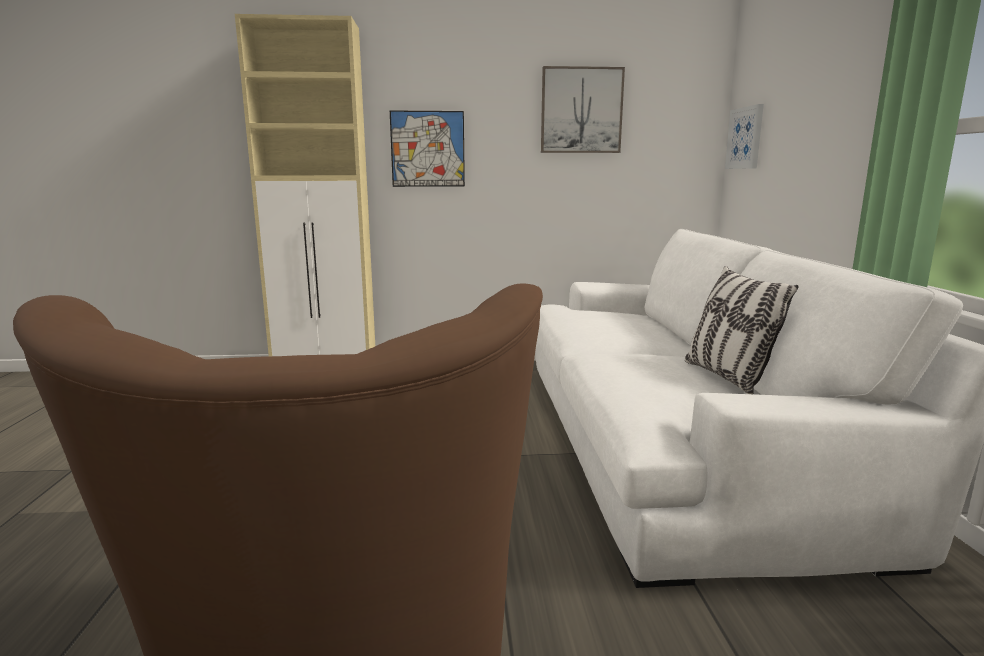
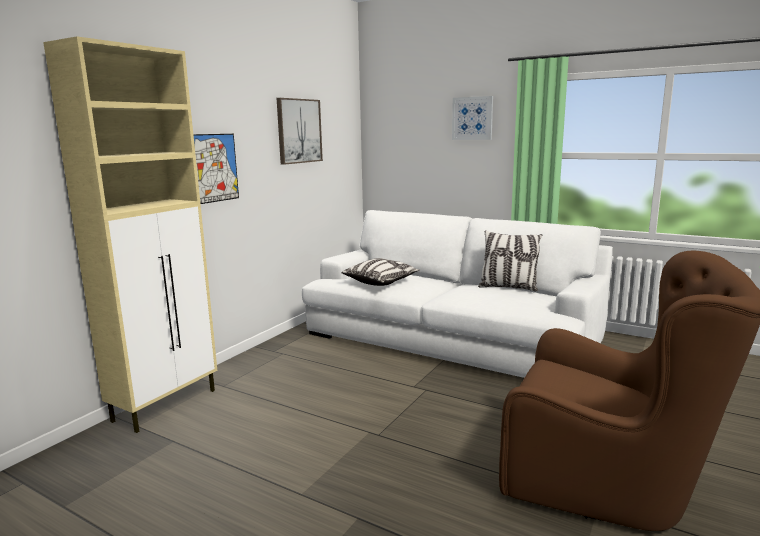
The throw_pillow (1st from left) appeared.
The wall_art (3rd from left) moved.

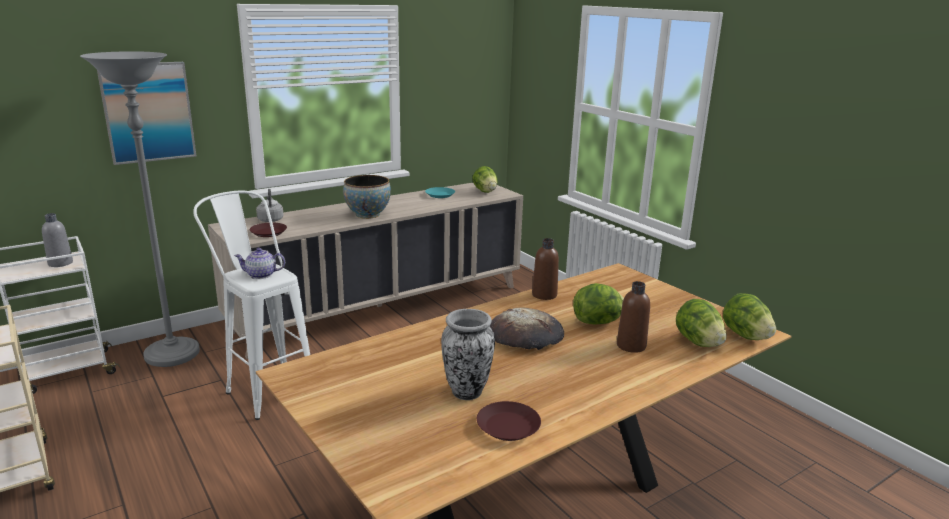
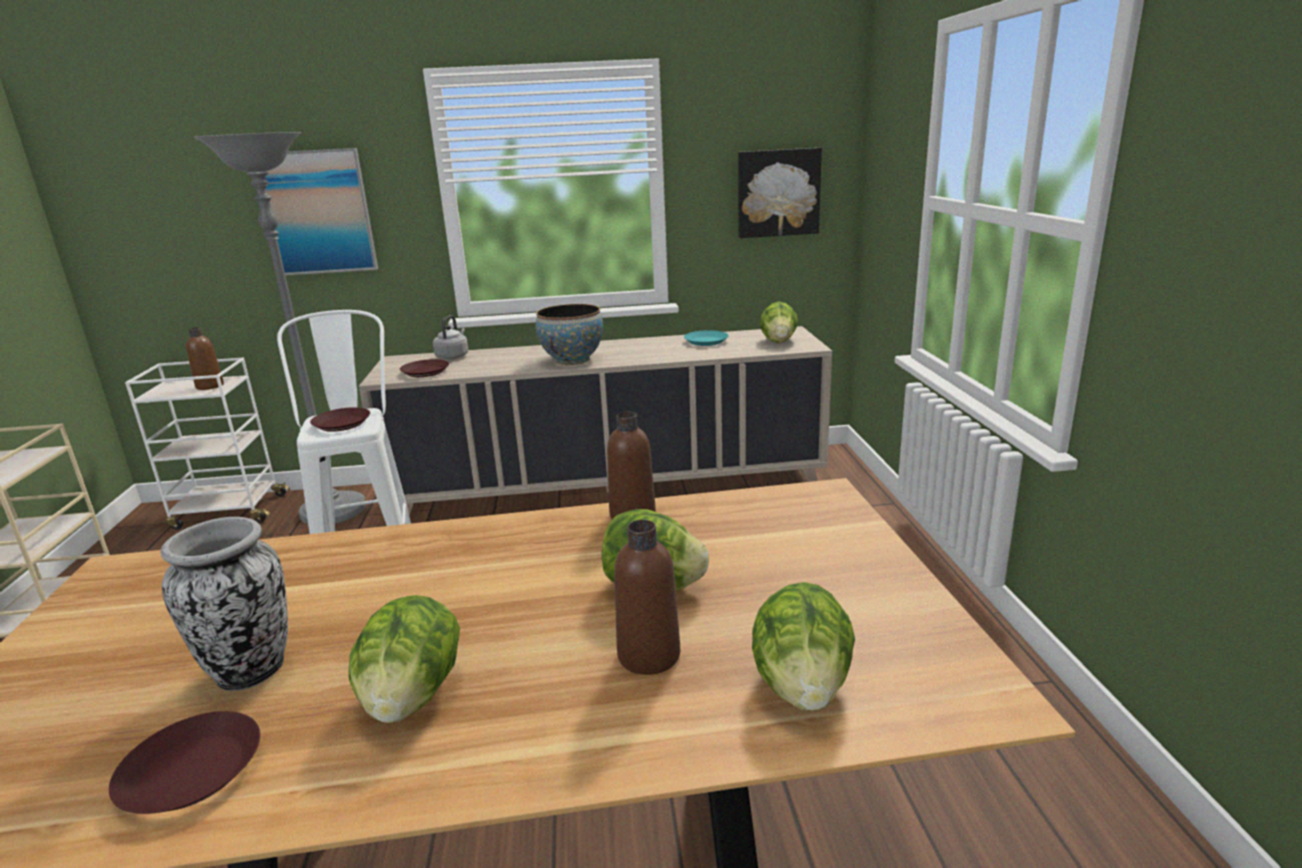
The bakery_bread disappeared.
The wall_art (2nd from left) appeared.
The lettuce_head (4th from left in the first image) moved.
The pot_for_tea was replaced by the brownish_dinner_plate (2nd from left).
The gray_drink_bottle became the brownish_drink_bottle (1st from left).

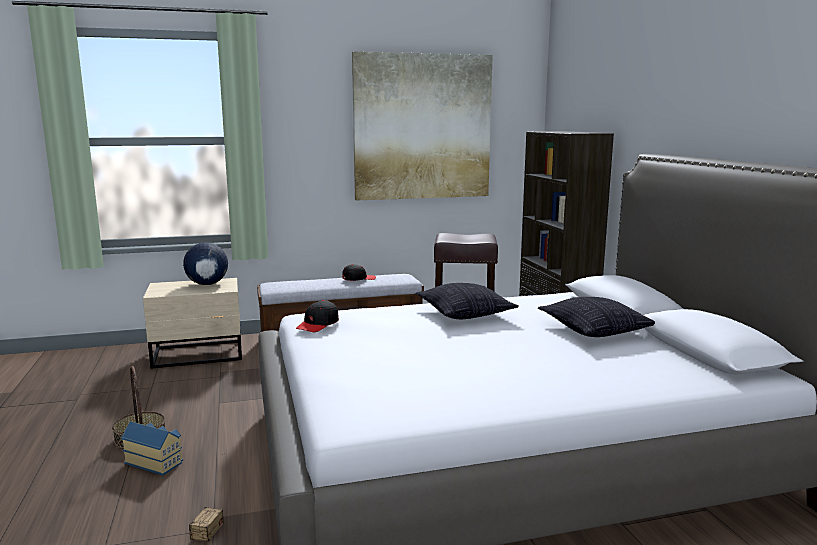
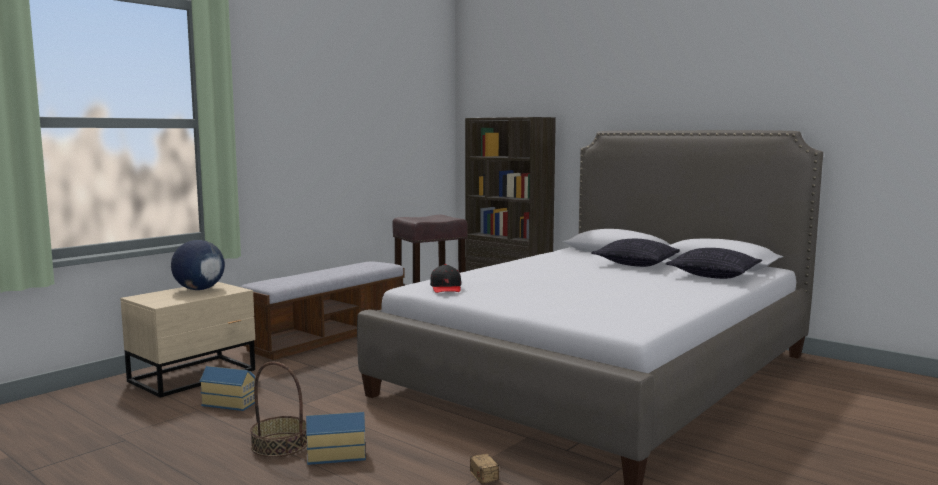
The blackish_cap (2nd from left) disappeared.
The wall_art disappeared.
The toy_house (1st from left) appeared.
The throw_pillow (1st from left in the first image) moved.

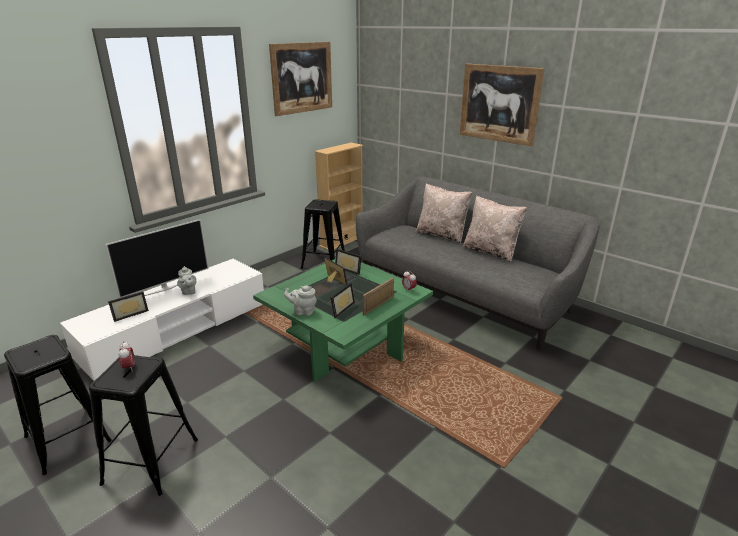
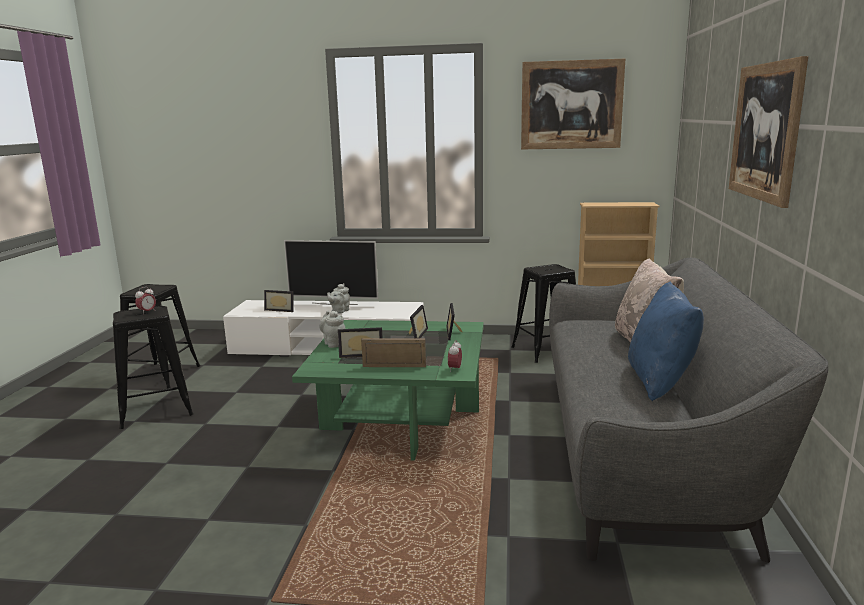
The beige_throw_pillow (2nd from left) became the blue-coloured_throw_pillow.

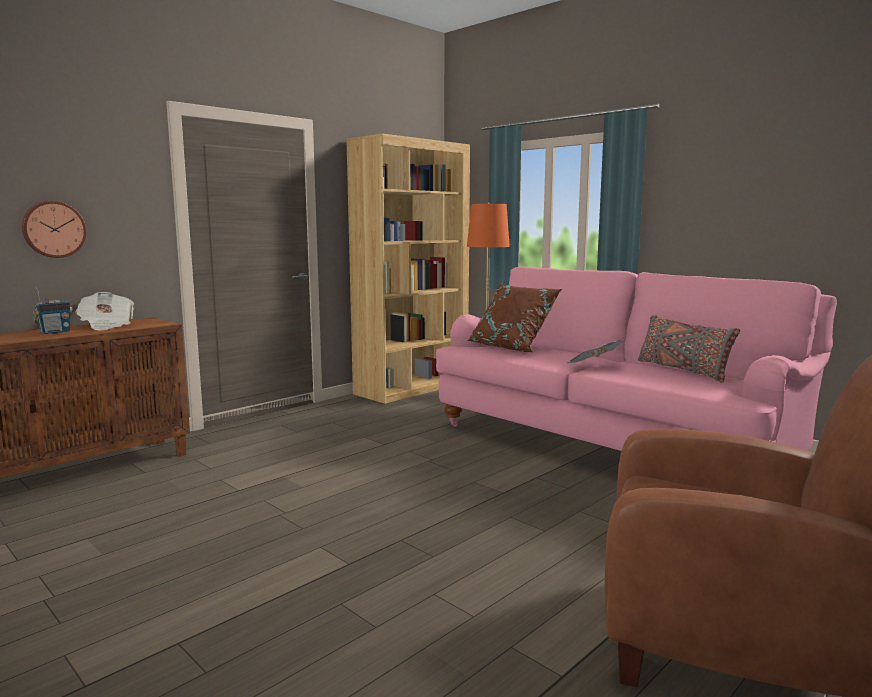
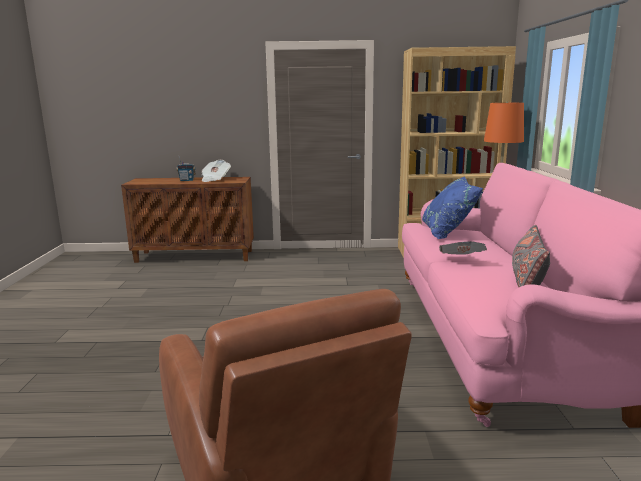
The hanging_clock disappeared.
The brownish_throw_pillow became the blue-coloured_throw_pillow.

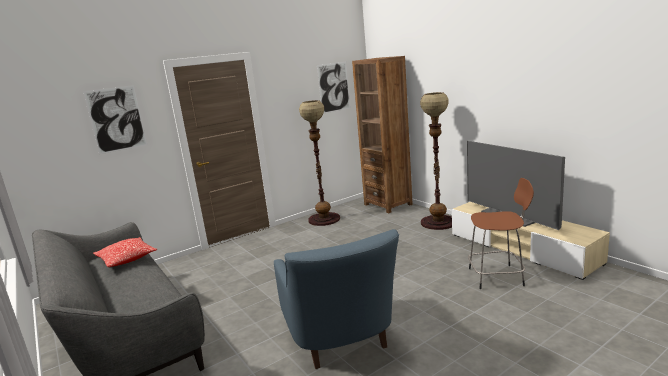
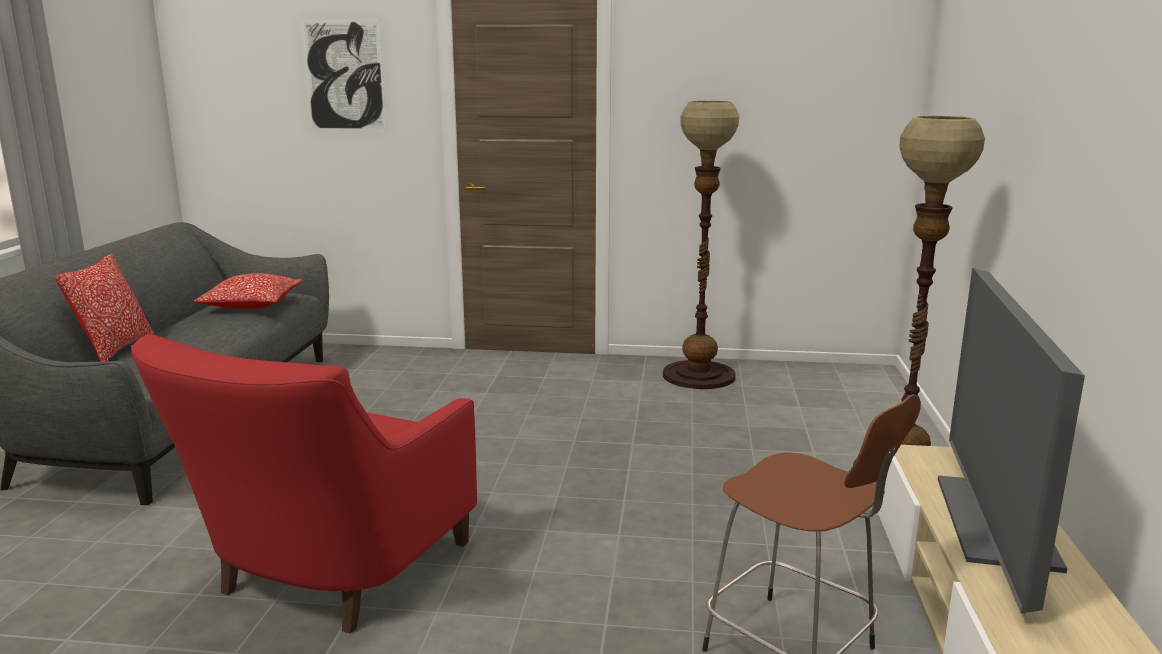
The wall_art (2nd from left) disappeared.
The brownish_bookshelf disappeared.
The throw_pillow (1st from left) appeared.
The blue-coloured_easy_chair became the red-coloured_easy_chair.

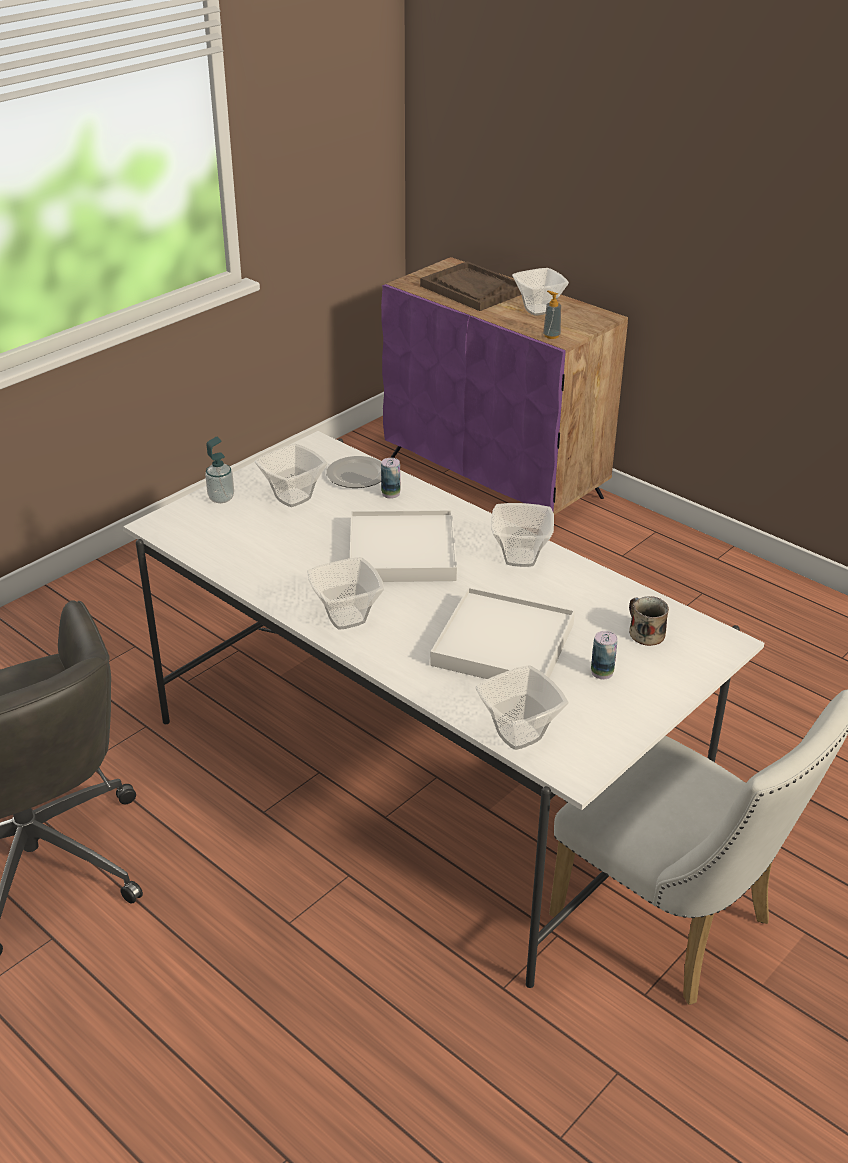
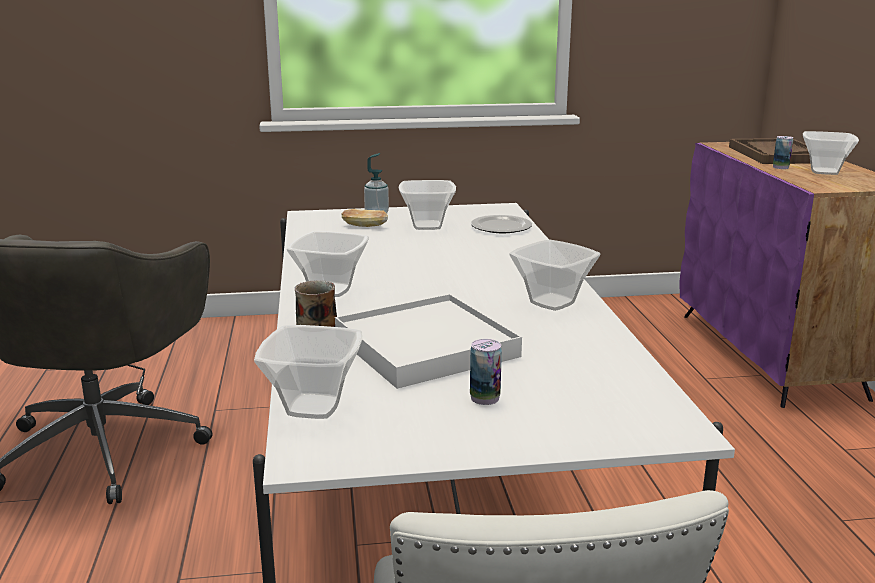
The whitish_carrying_tray (1st from left) disappeared.
The soap_bottle (2nd from left) disappeared.
The bakery_bread appeared.
The can (1st from left in the first image) moved.
The mug moved.

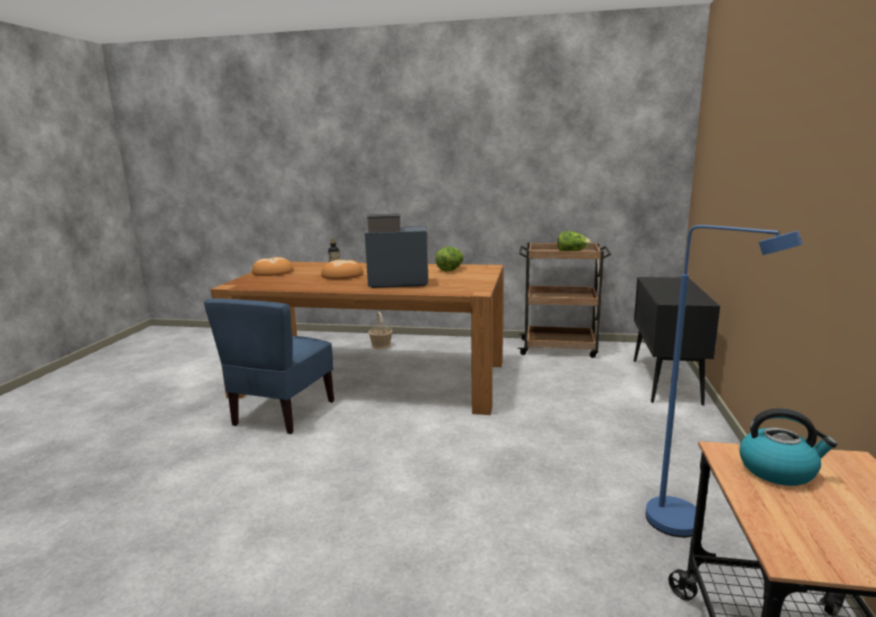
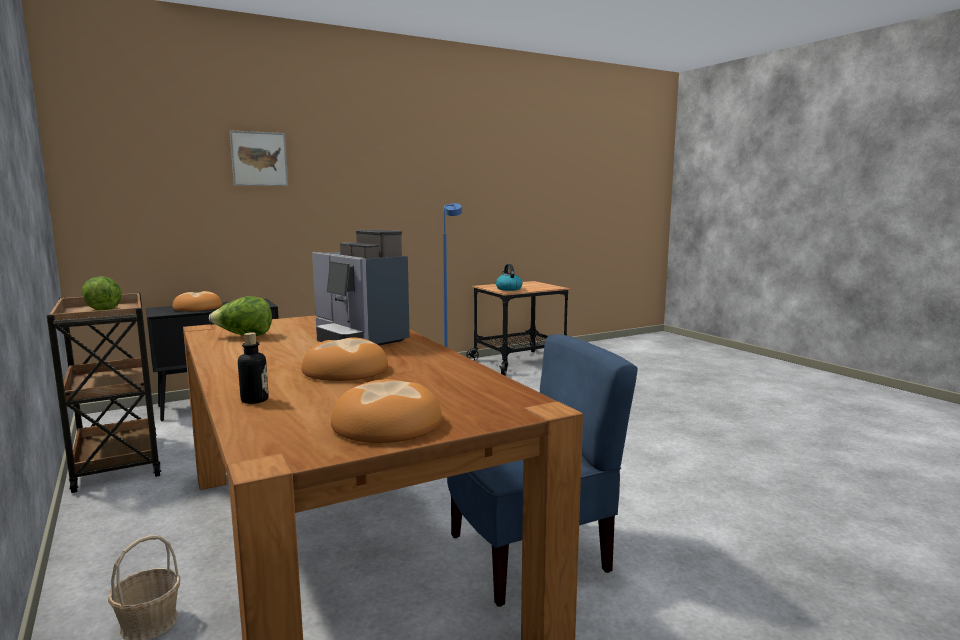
The bakery_bread (1st from left) appeared.
The wall_art appeared.

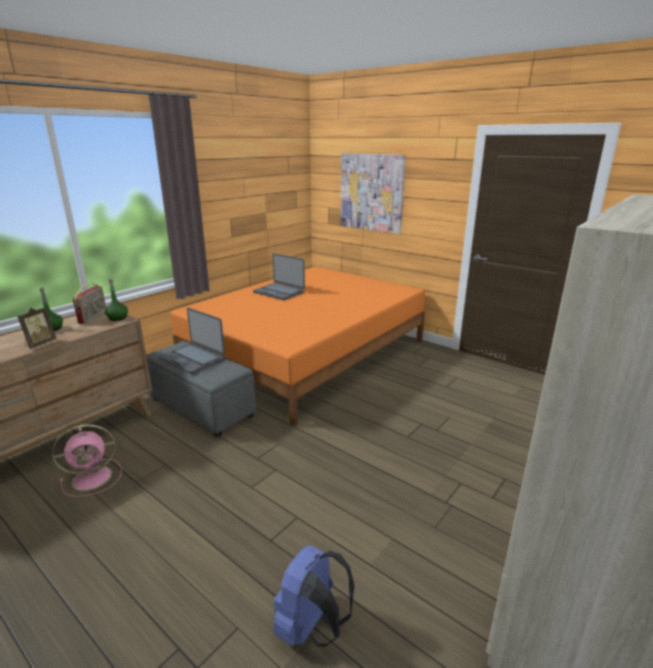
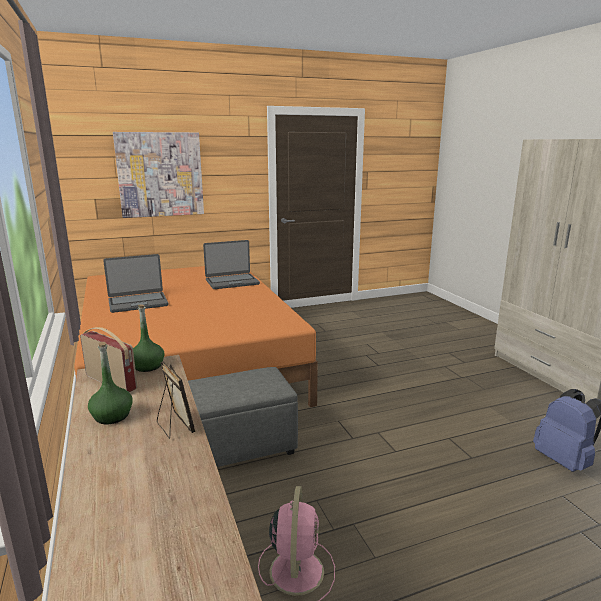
The portable_computer (1st from left in the first image) moved.

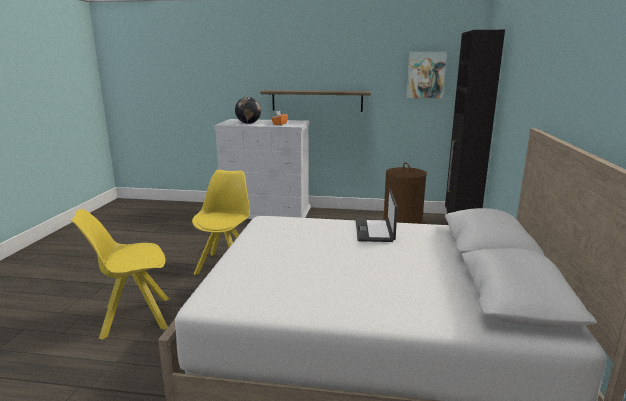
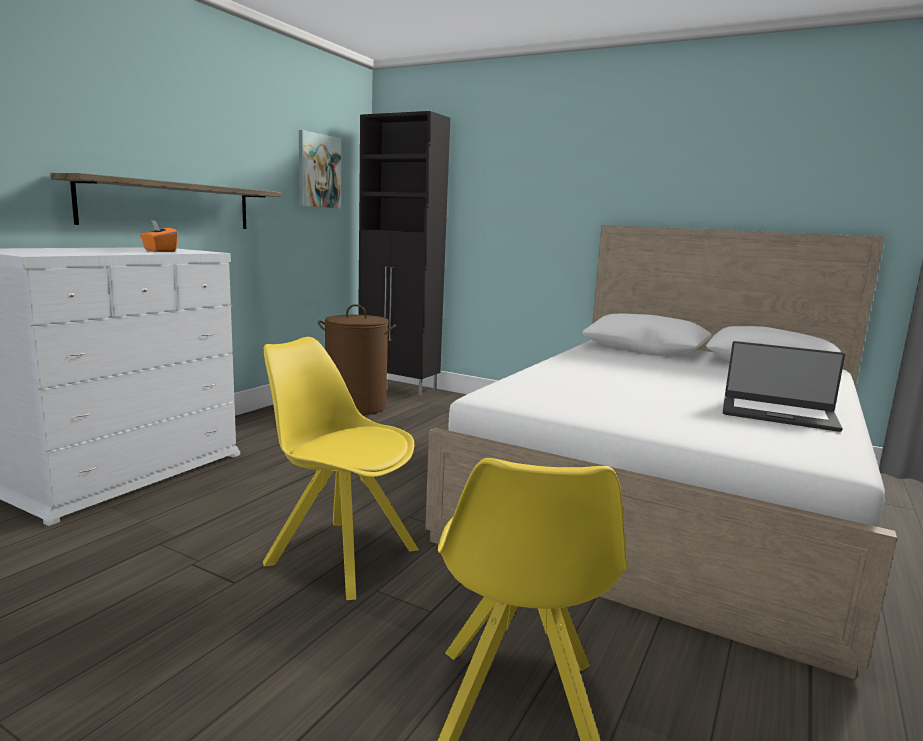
The world_globe disappeared.
The portable_computer moved.

